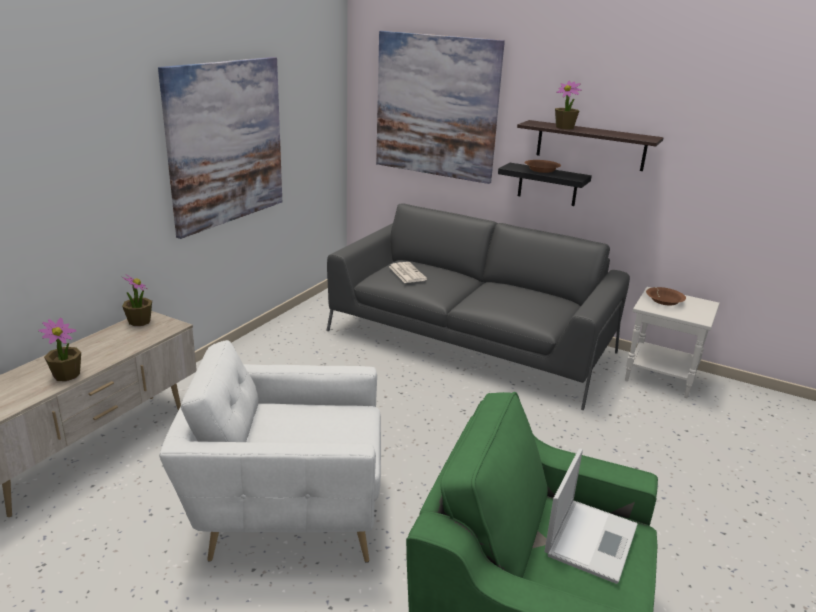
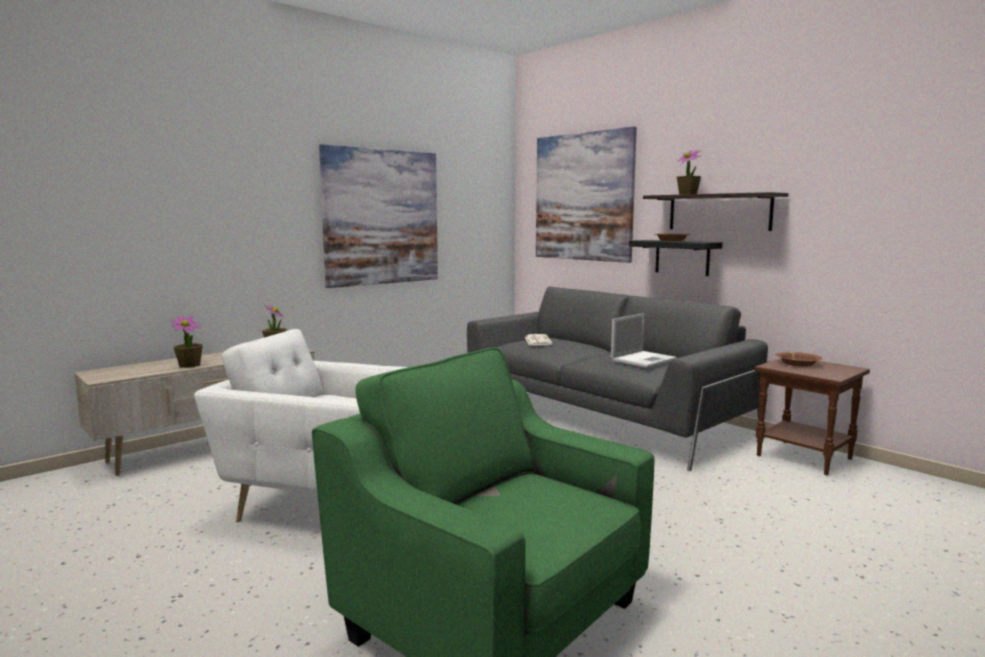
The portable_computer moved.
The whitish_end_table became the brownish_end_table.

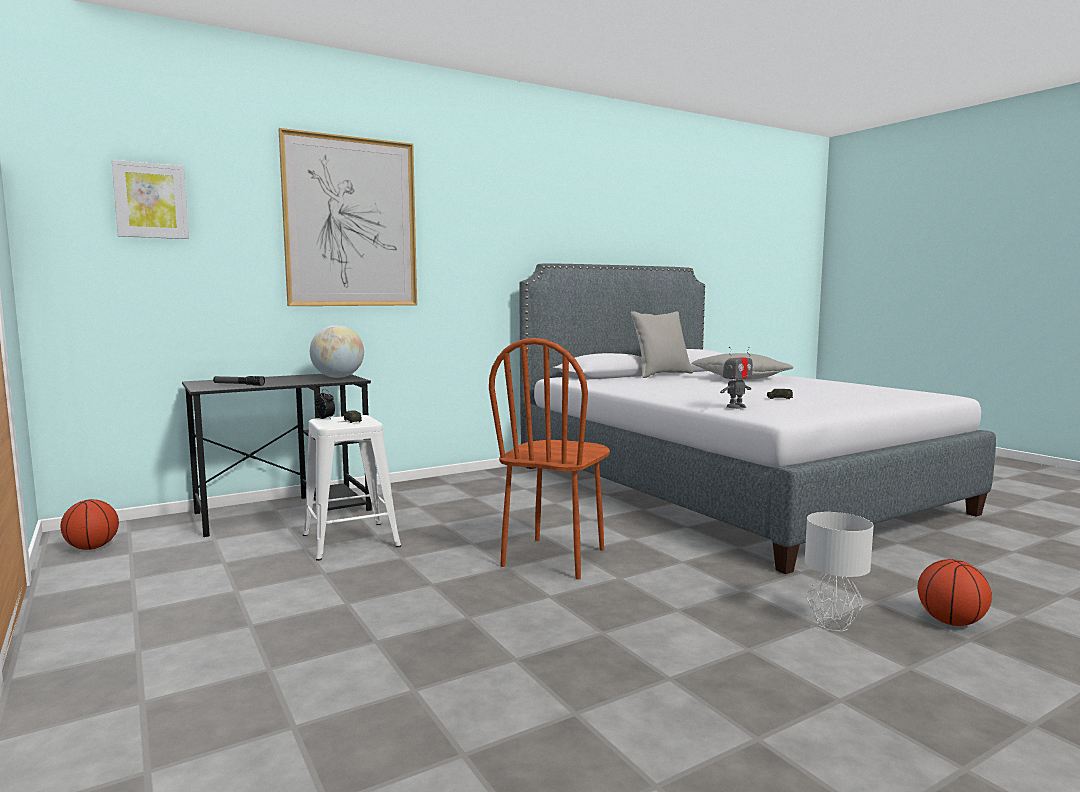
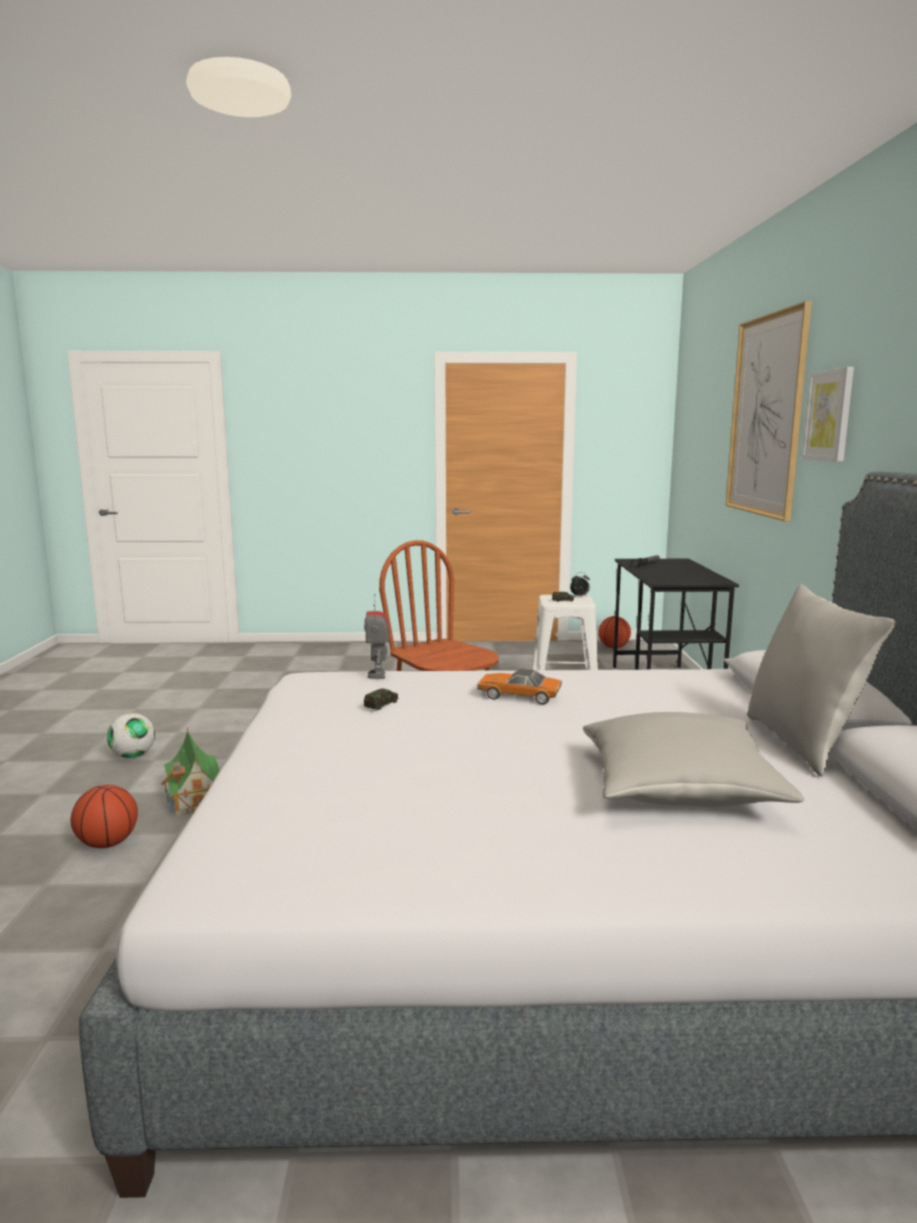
The world_globe disappeared.
The football_ball appeared.
The toy_car (2nd from left) appeared.
The wall_art (1st from left in the first image) moved.
The gray_table_lamp was replaced by the toy_house.

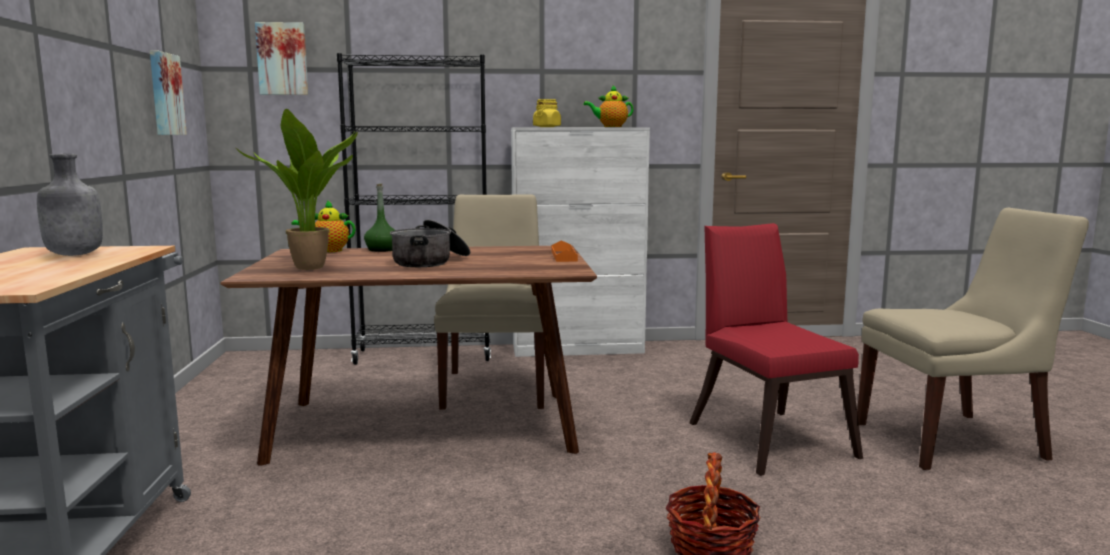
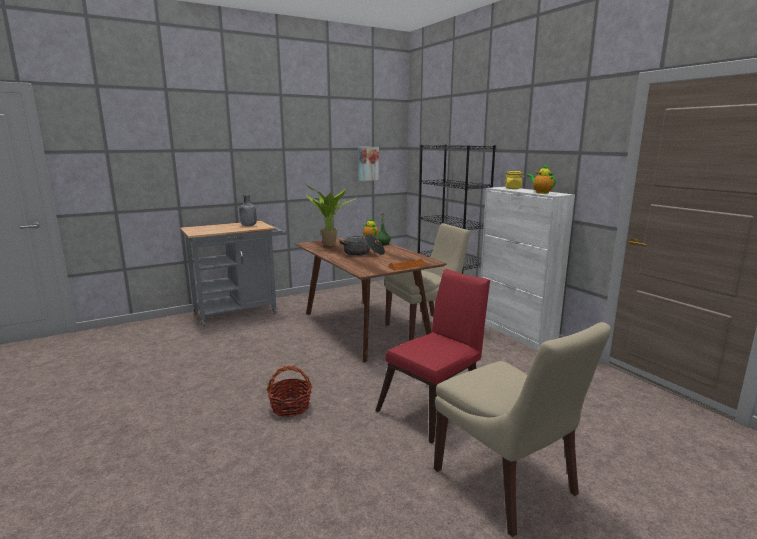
The wall_art (2nd from left) disappeared.

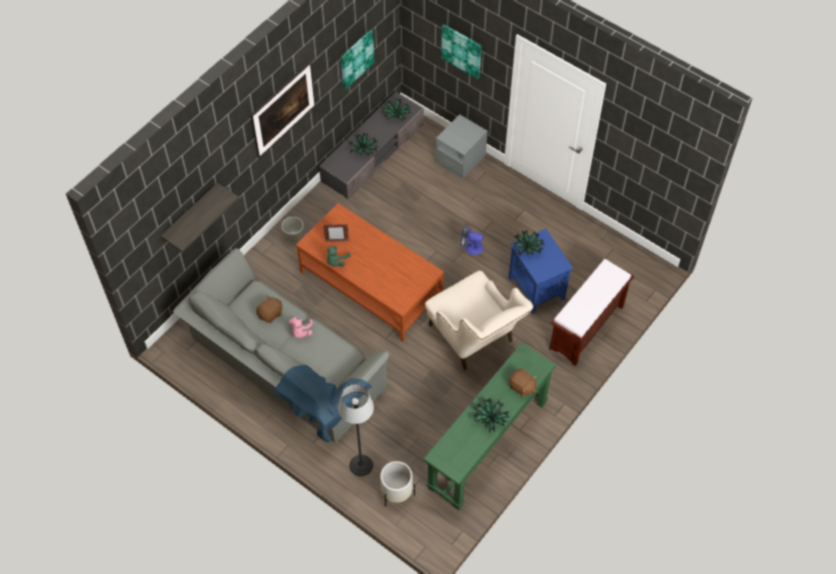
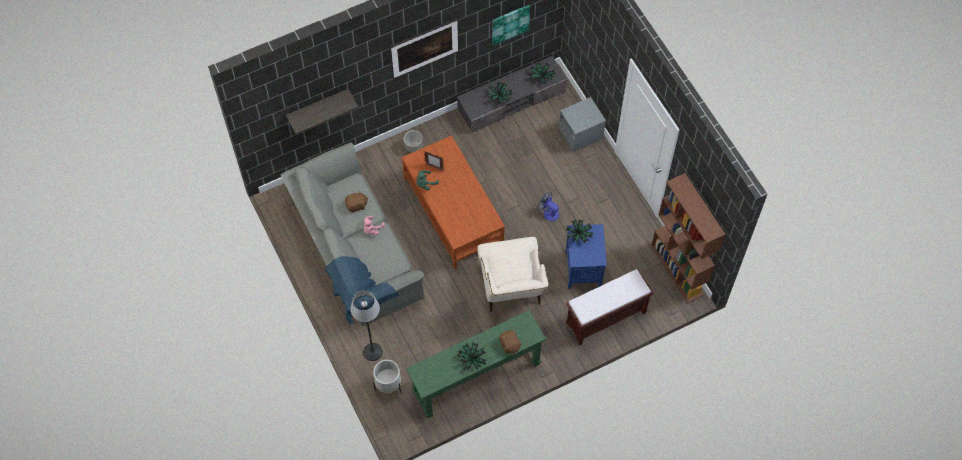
The wall_art (3rd from left) disappeared.
The brownish_bookshelf appeared.

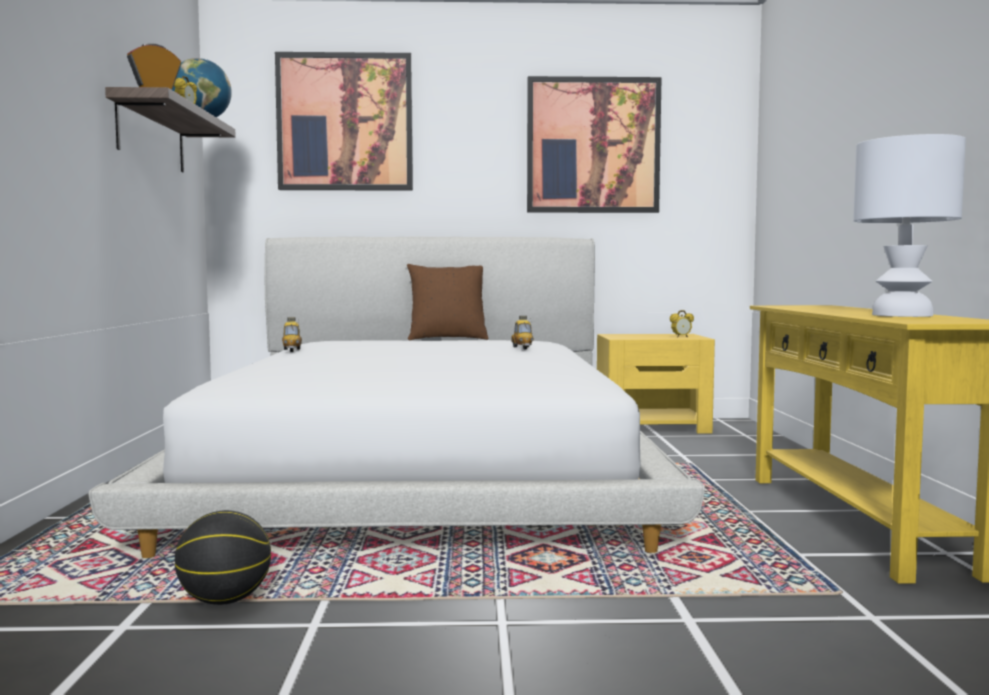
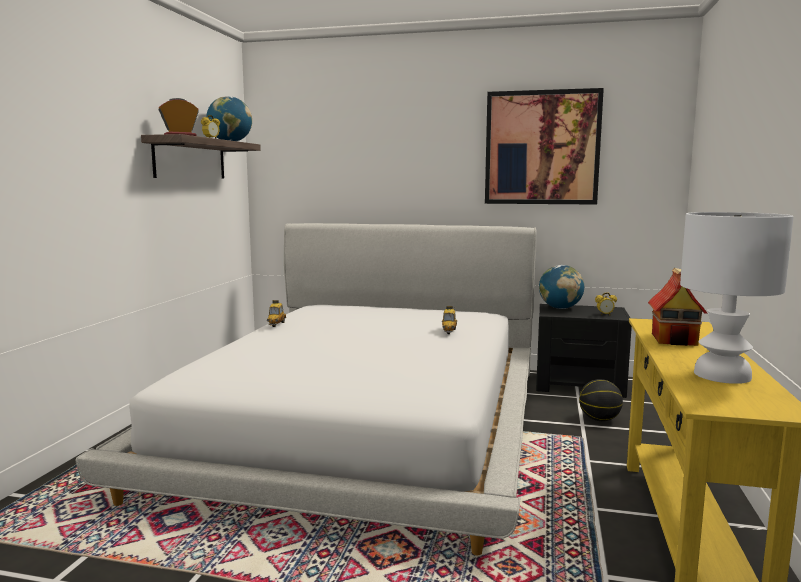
The wall_art (1st from left) disappeared.
The brownish_throw_pillow disappeared.
The world_globe (2nd from left) appeared.
The toy_house appeared.
The basketball moved.
The yellow-coloured_nightstand became the blackish_nightstand.

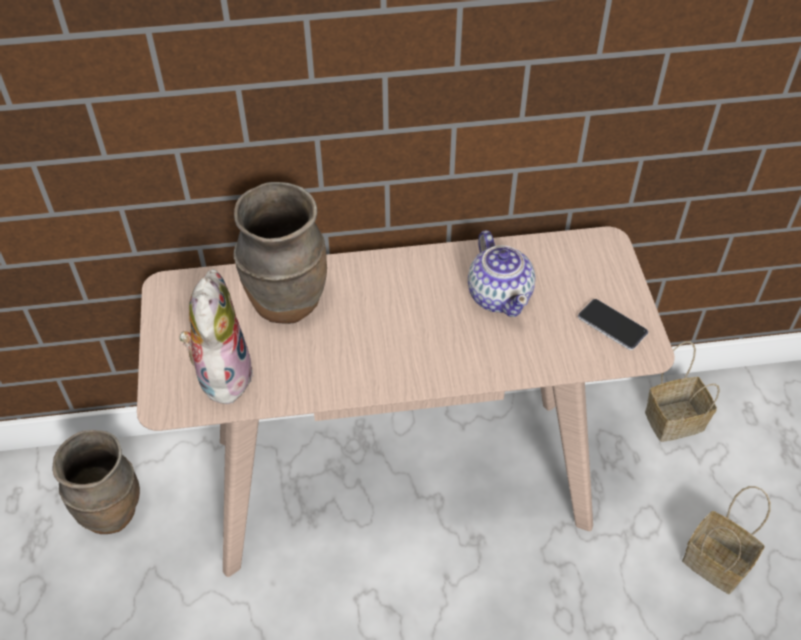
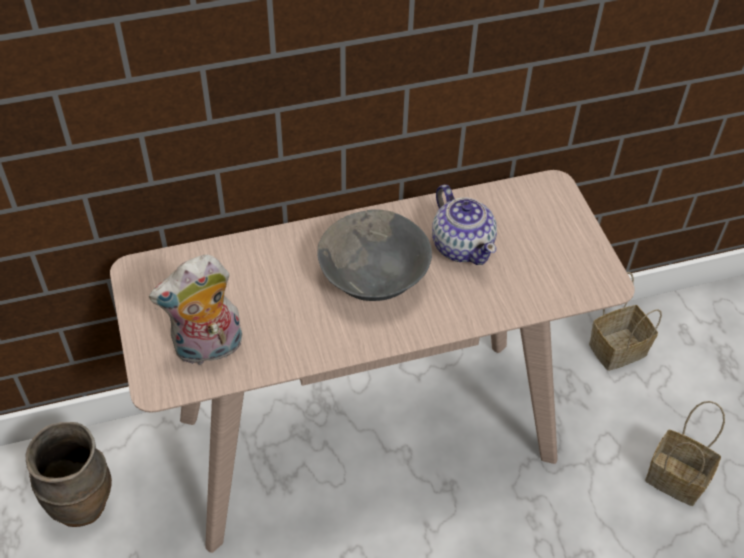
The brownish_vase (2nd from left) disappeared.
The telephone disappeared.
The gray_deep_dish appeared.
The soft_toy turned 105 degrees counterclockwise.

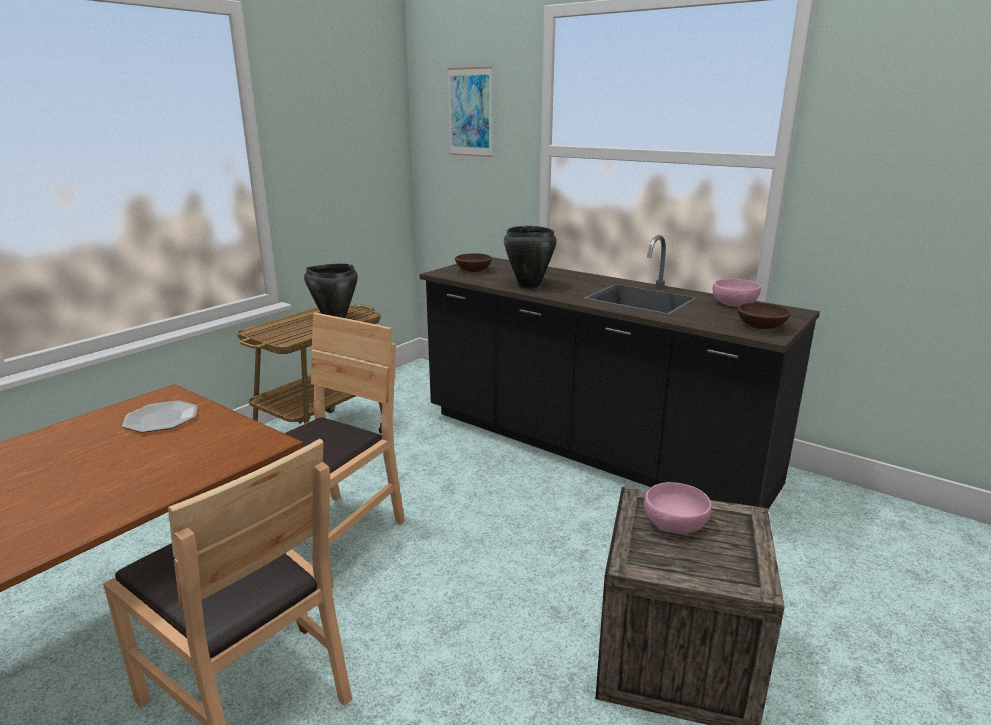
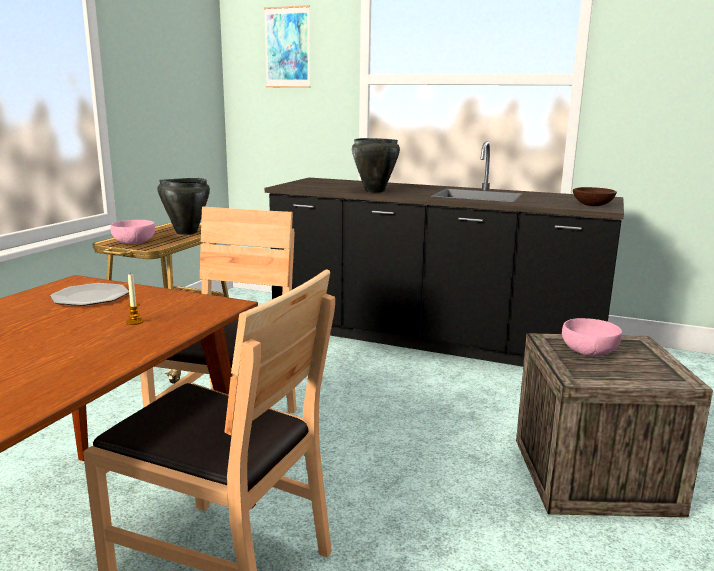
The brownish_deep_dish (1st from left) disappeared.
The candle appeared.
The pink-coloured_deep_dish (2nd from left in the first image) moved.

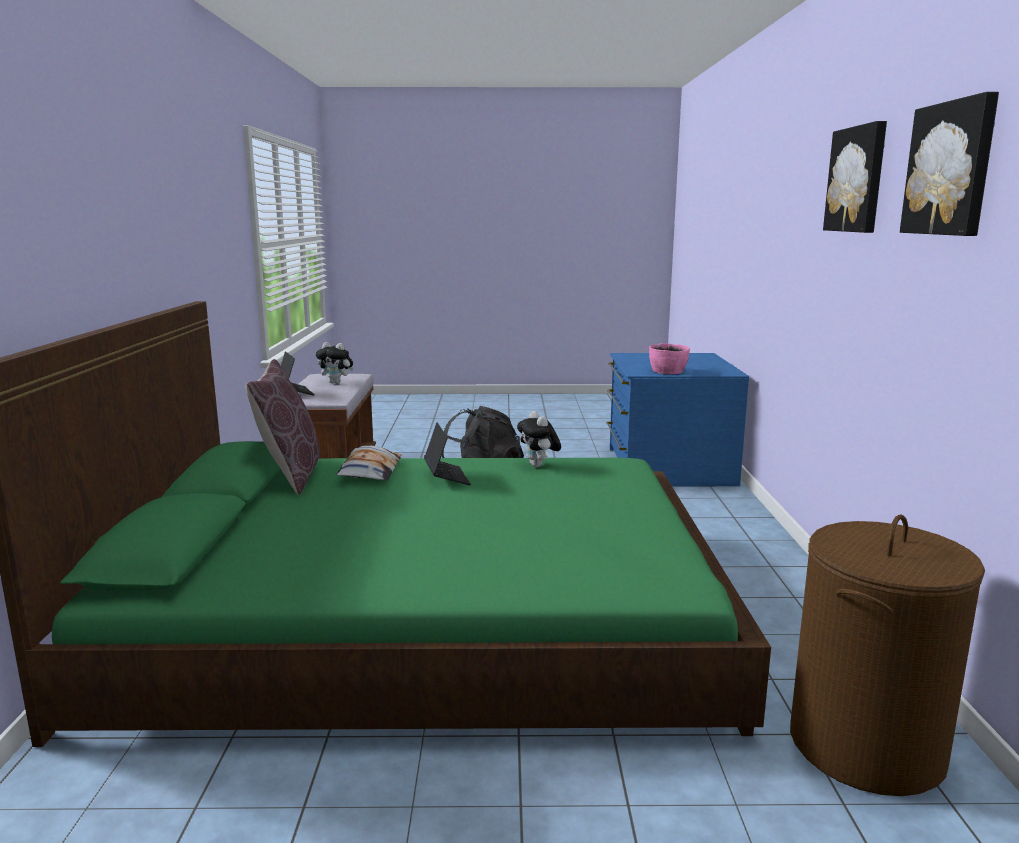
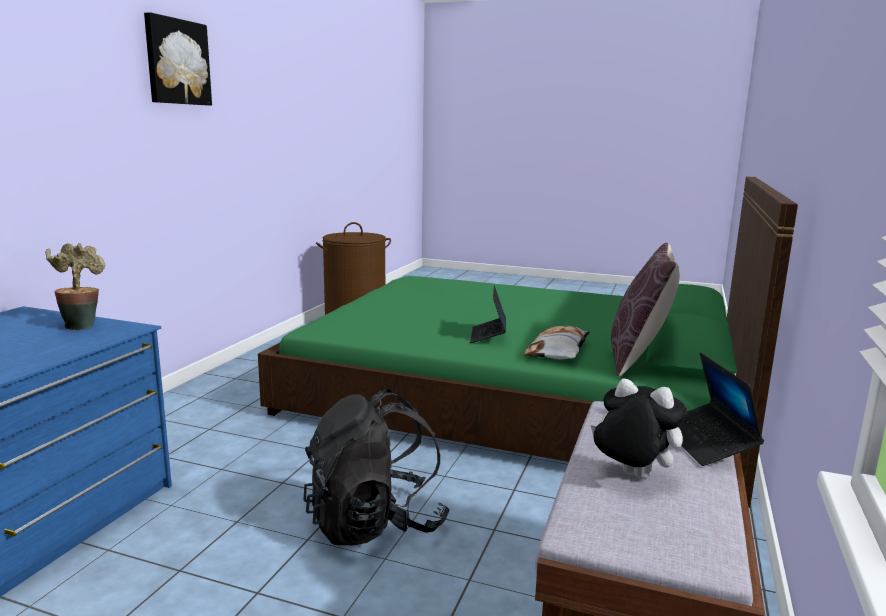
The soft_toy (2nd from left) disappeared.
The wall_art (2nd from left) disappeared.
The pink-coloured_deep_dish was replaced by the potted_plant.

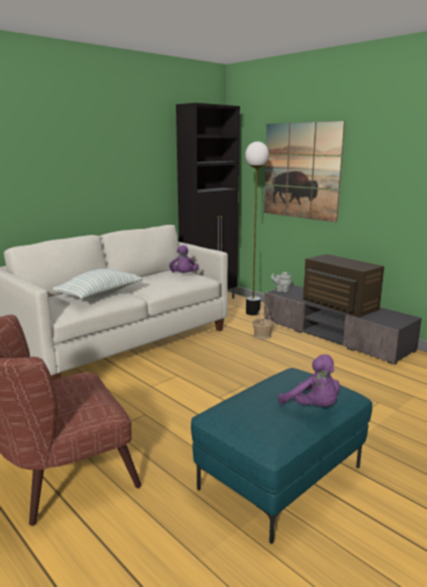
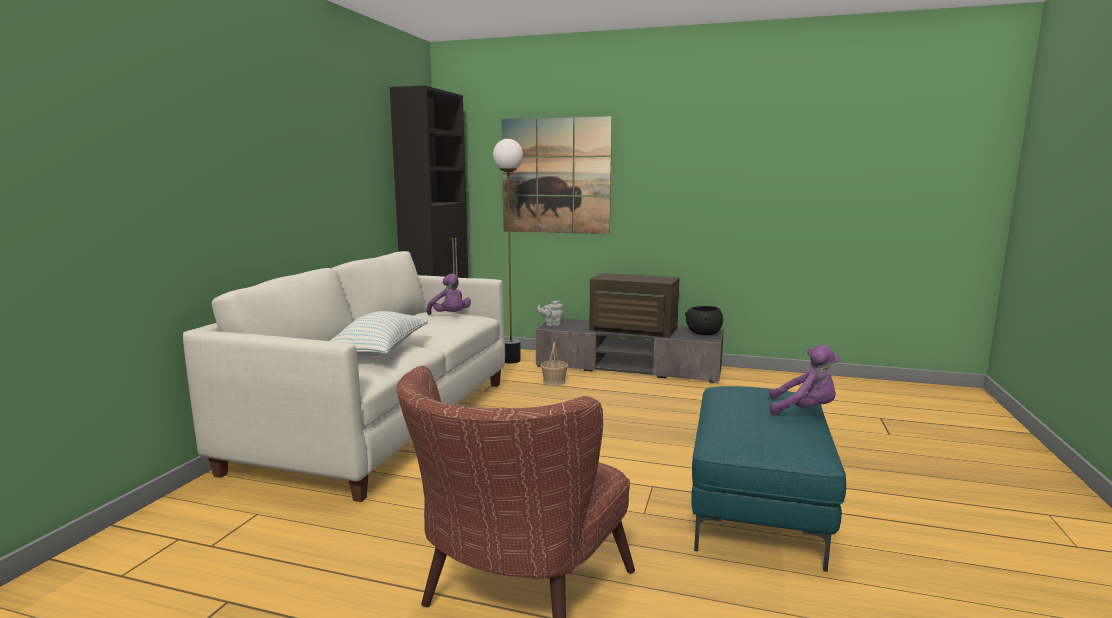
The blackish_deep_dish appeared.

